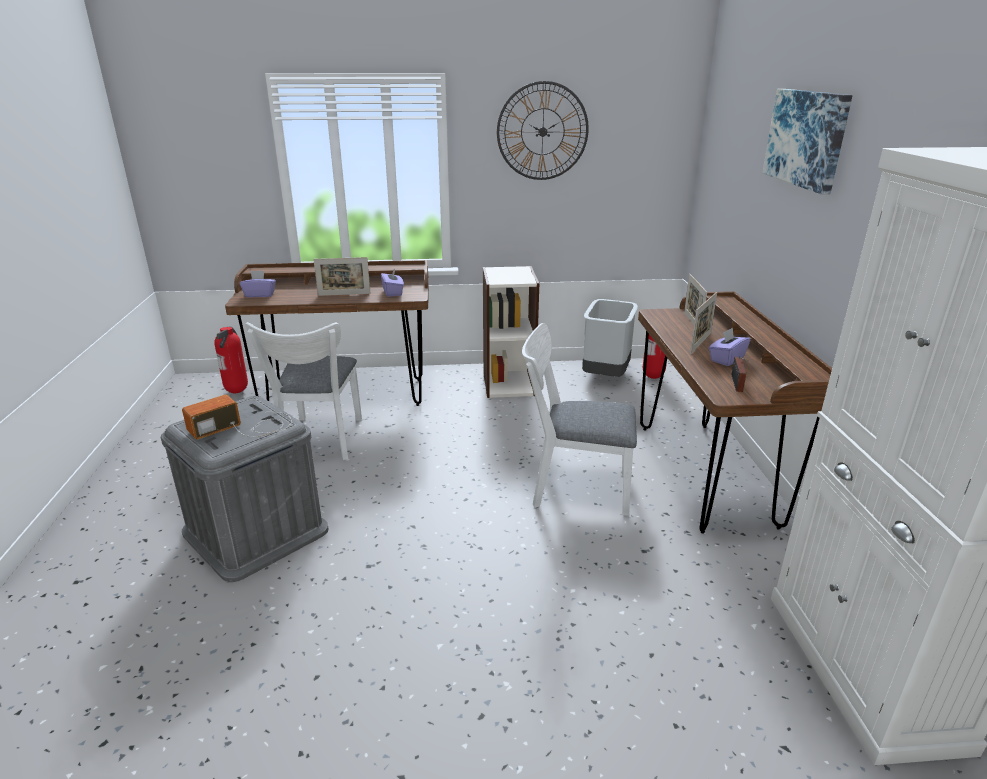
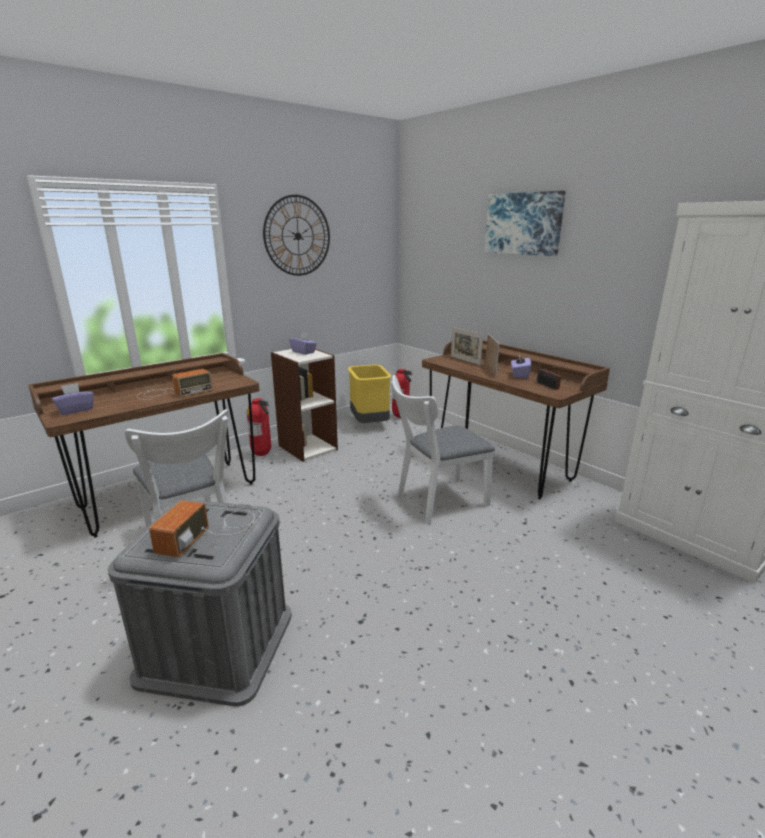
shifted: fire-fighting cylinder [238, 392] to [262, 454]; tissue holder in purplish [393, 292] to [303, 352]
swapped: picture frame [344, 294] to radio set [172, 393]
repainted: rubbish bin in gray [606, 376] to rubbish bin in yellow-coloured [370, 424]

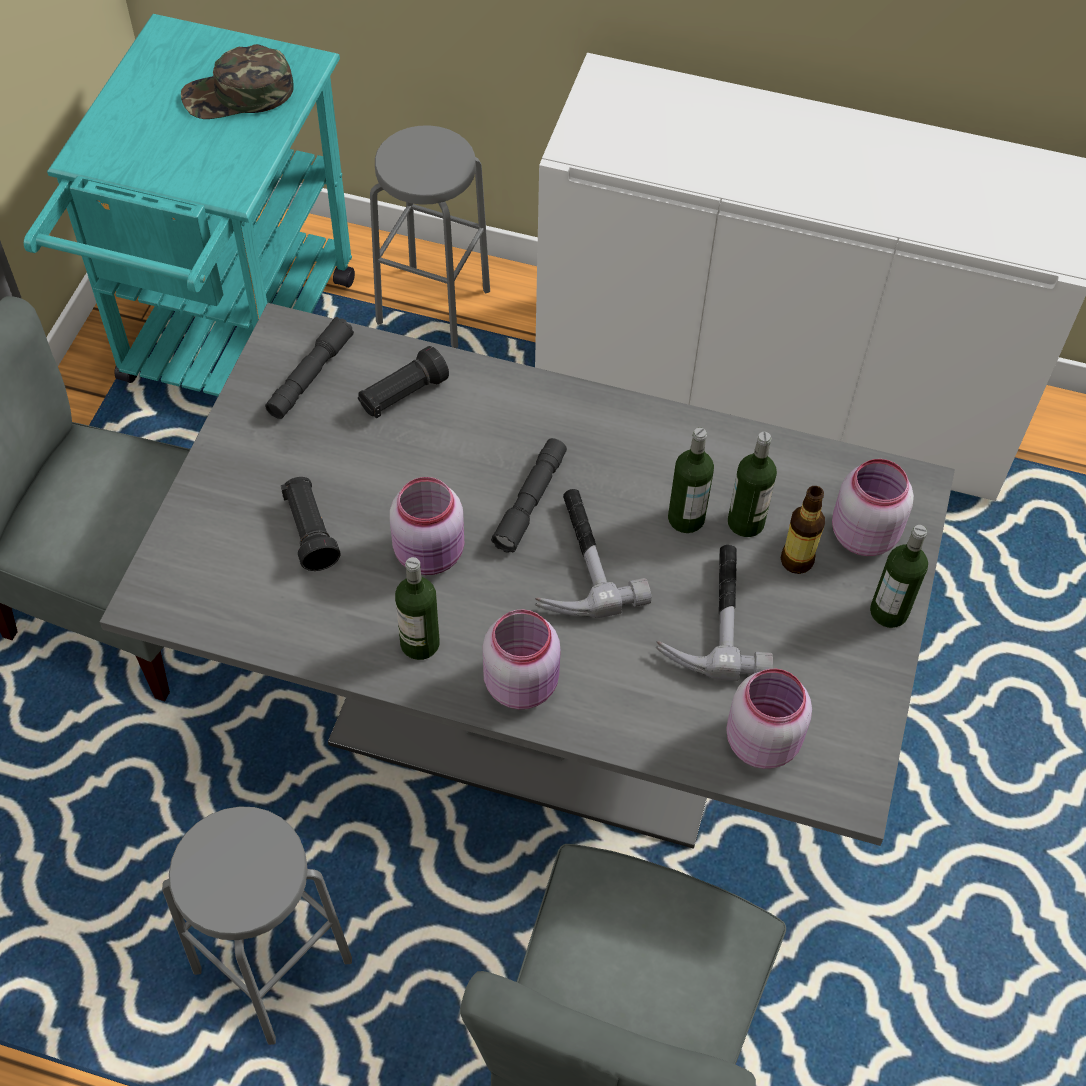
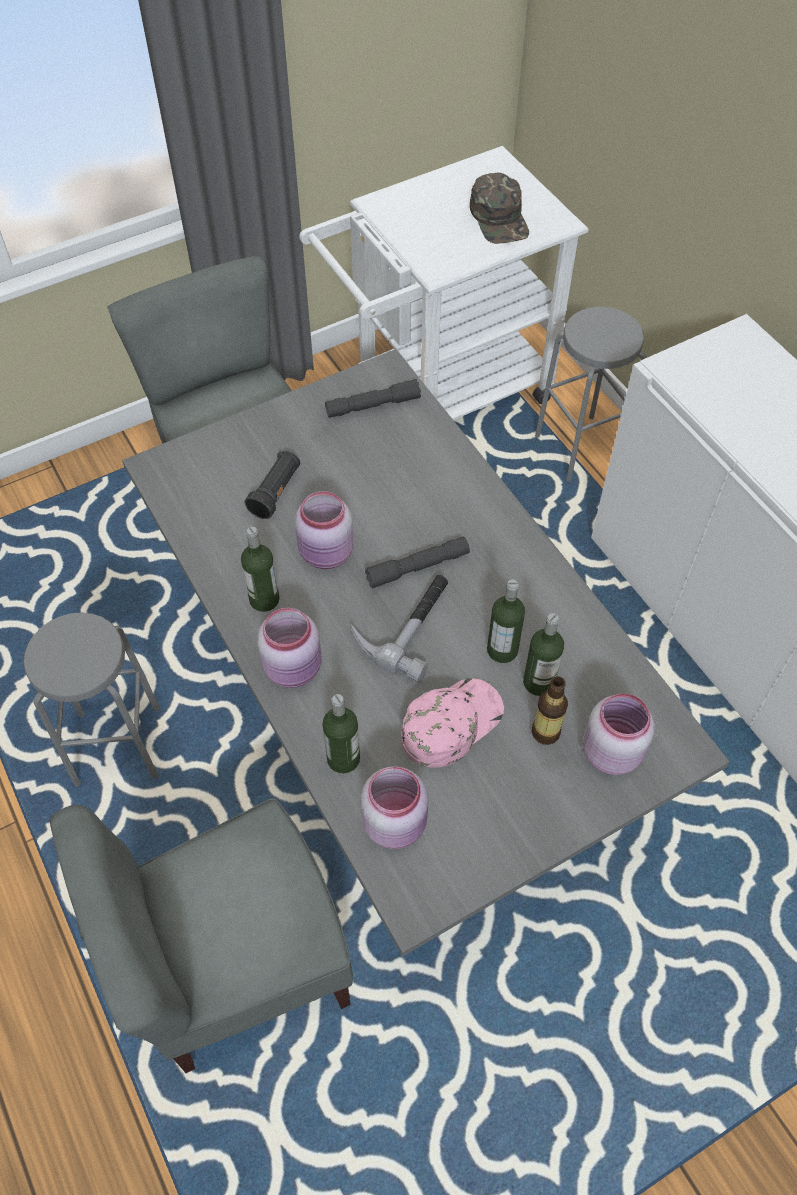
gone: flashlight in blackish [402, 395]
shifted: beverage bottle [889, 612] to [343, 759]
swapped: hammer [713, 617] to peaked cap in pink [450, 723]
repainted: trolley in blue-green [230, 346] to trolley in whitish [439, 394]
rotated: peaked cap in green-coloured [238, 95] = [500, 218] 135 degrees counterclockwise

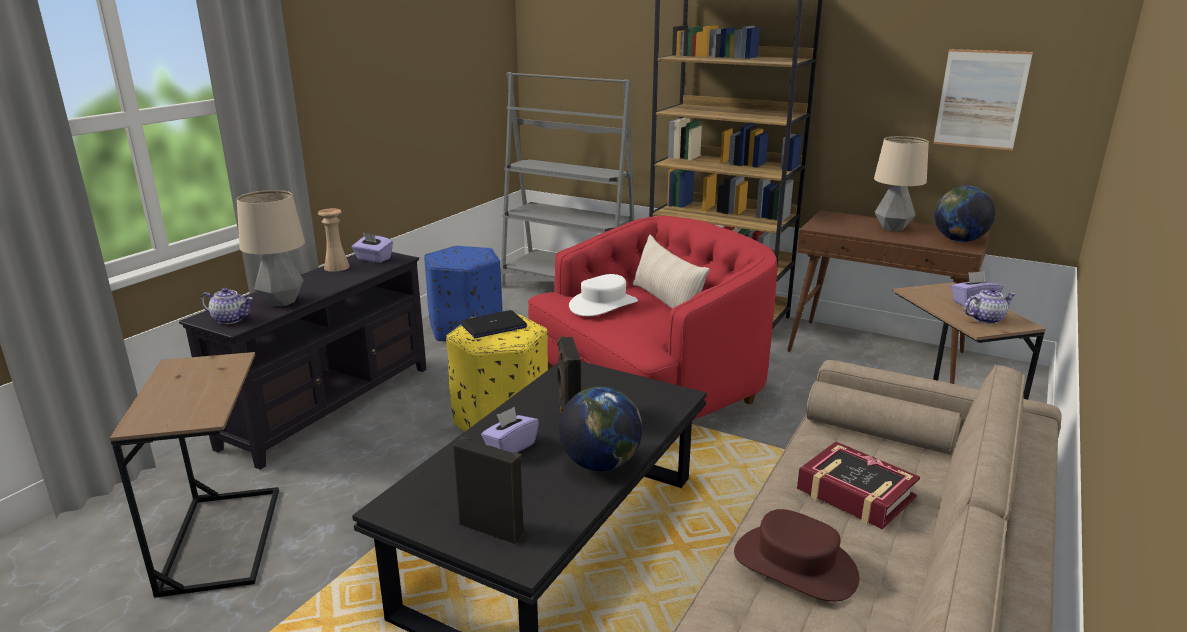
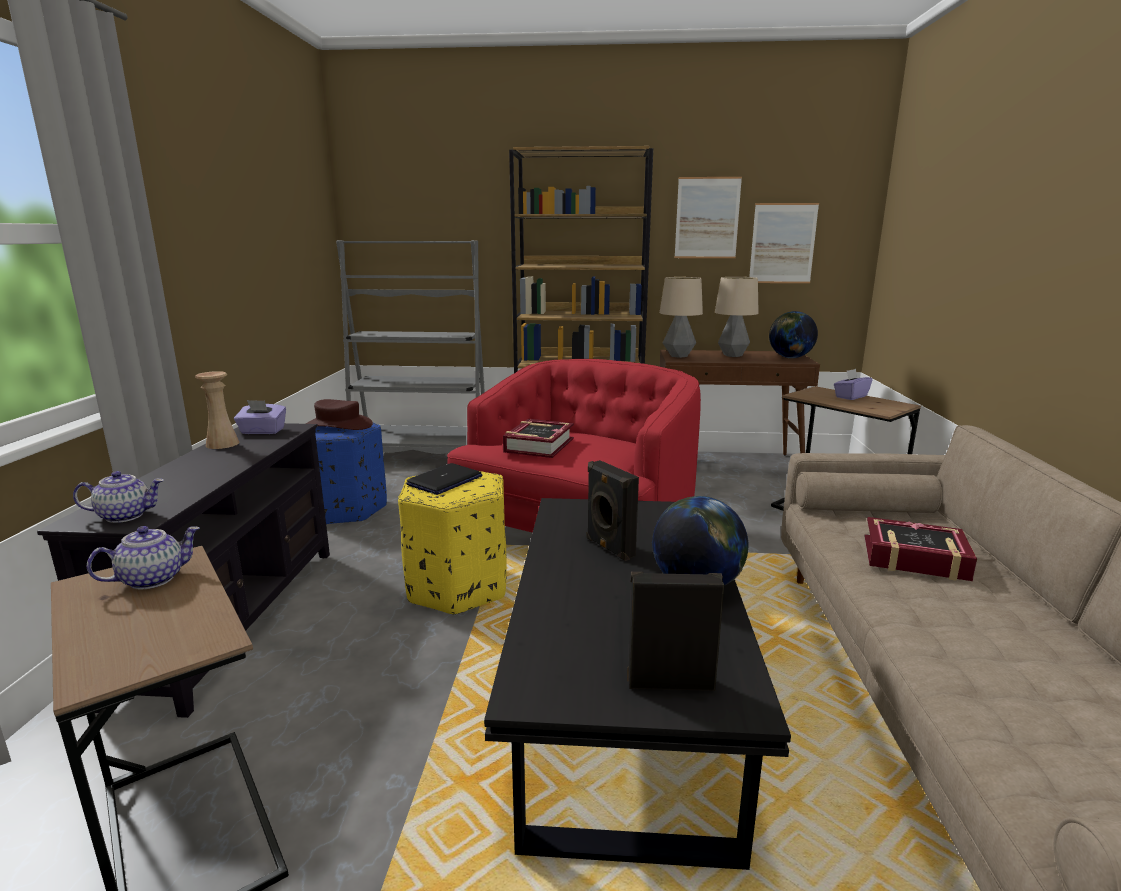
gone: tissue holder in purplish [510, 447]; cushion in sand-coloured [666, 302]
new: wall picture [707, 218]
shifted: pot for tea [985, 319] to [153, 579]; hat in brown [795, 565] to [338, 425]; table lamp [282, 302] to [678, 356]
swapped: hat in whitish [603, 305] to volume [538, 445]

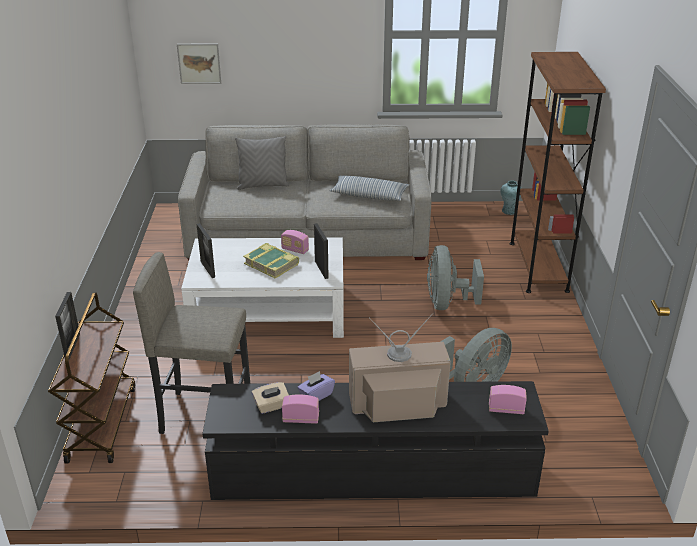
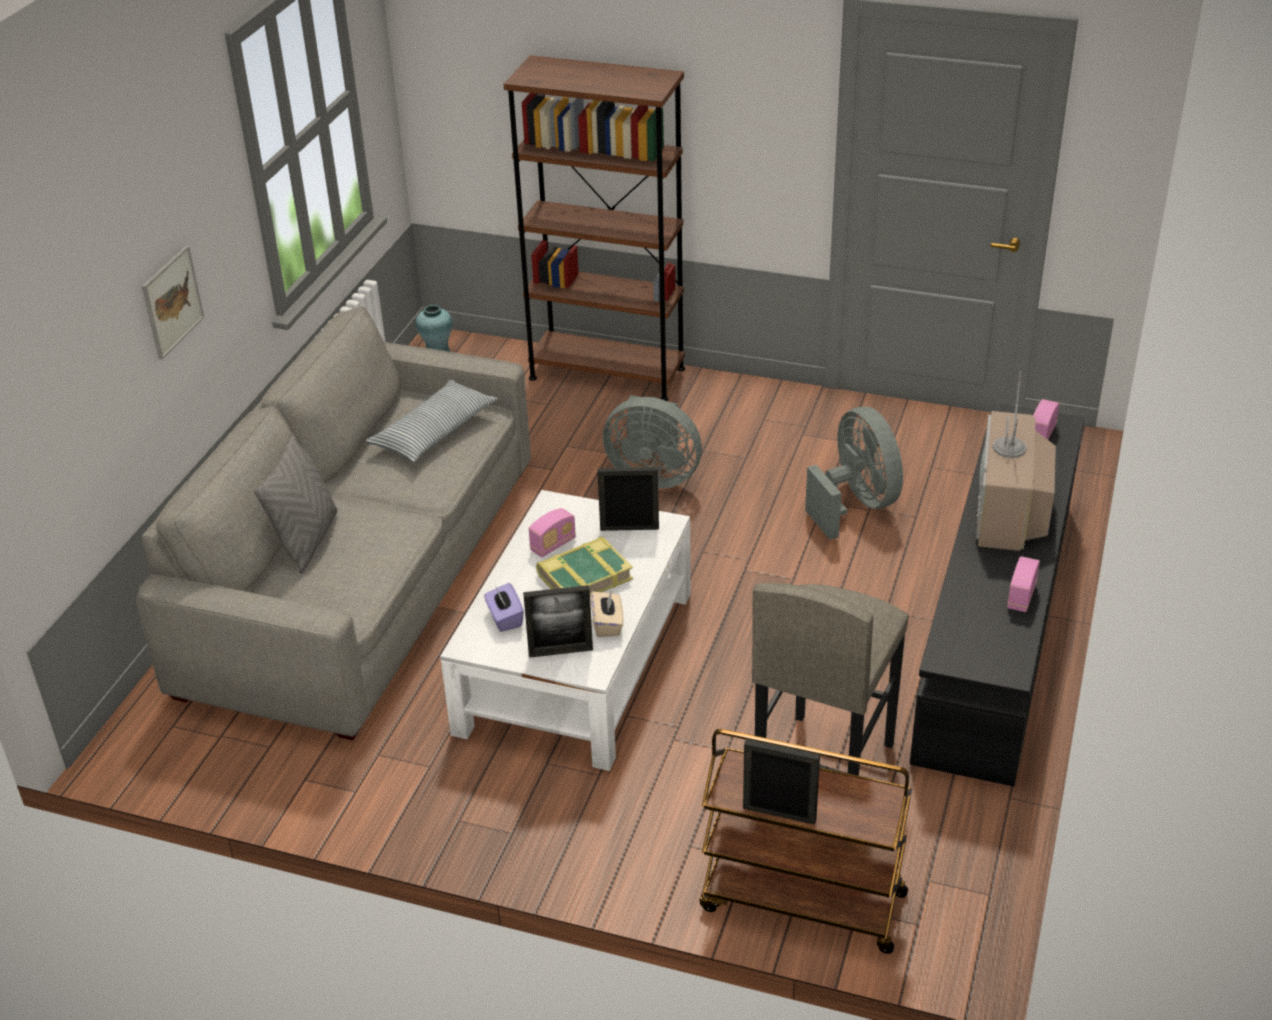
shifted: wall picture [199, 63] to [172, 302]; tissue holder in purplish [316, 395] to [505, 618]; tissue holder in sand-coloured [271, 406] to [607, 624]

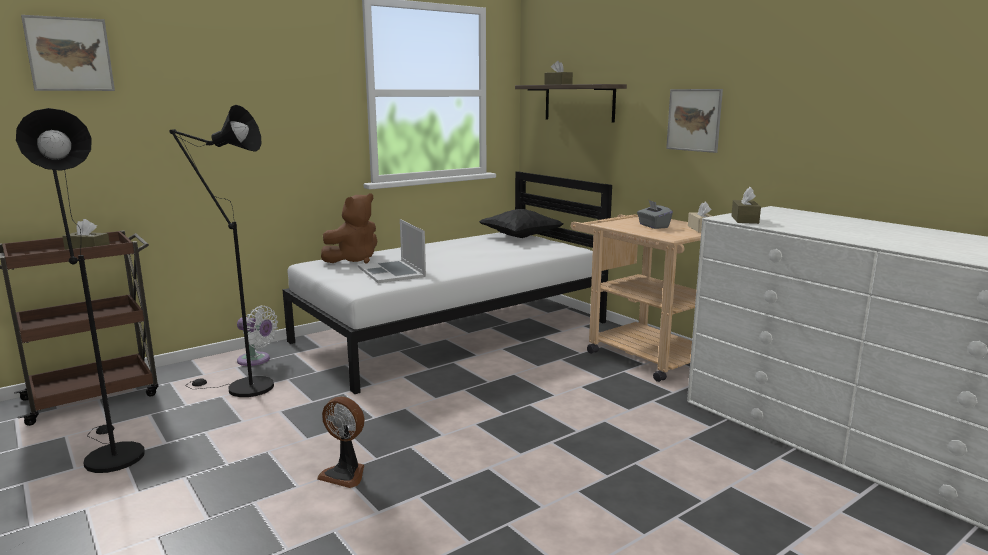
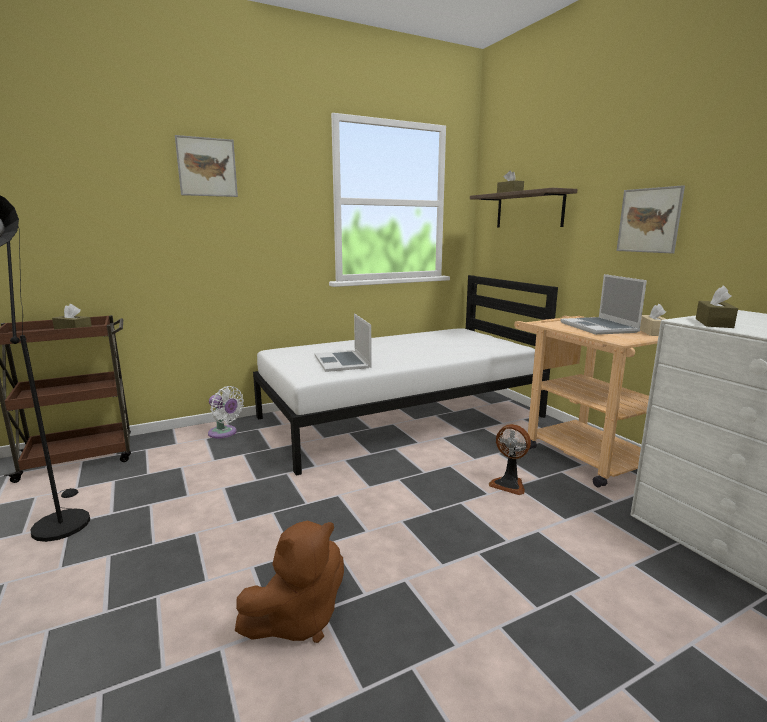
gone: standard lamp in blackish [242, 388]; cushion in blackish [520, 237]
shifted: wall picture [69, 54] to [207, 167]; plush toy in brown [353, 260] to [298, 620]; electric fan [345, 474] to [509, 484]
swapped: tissue holder in gray [653, 226] to laptop [599, 327]

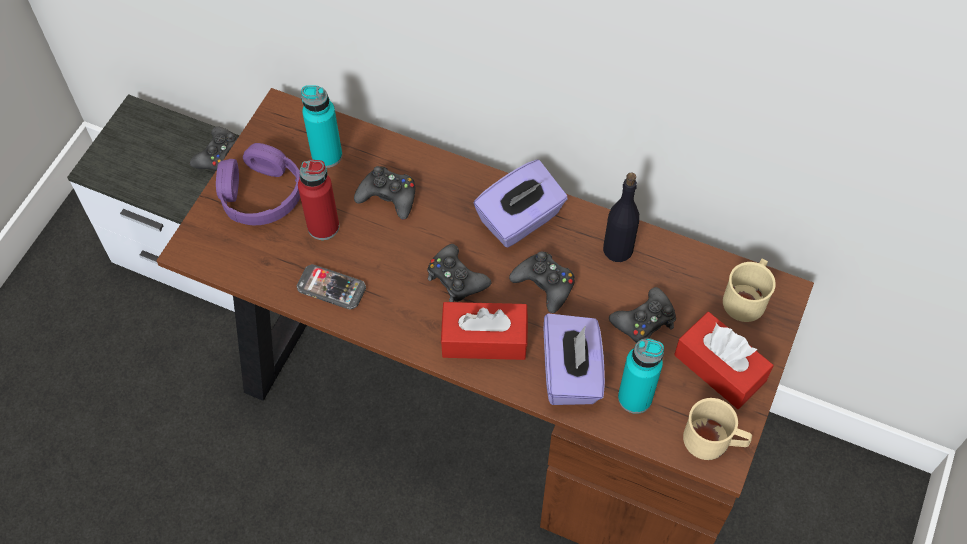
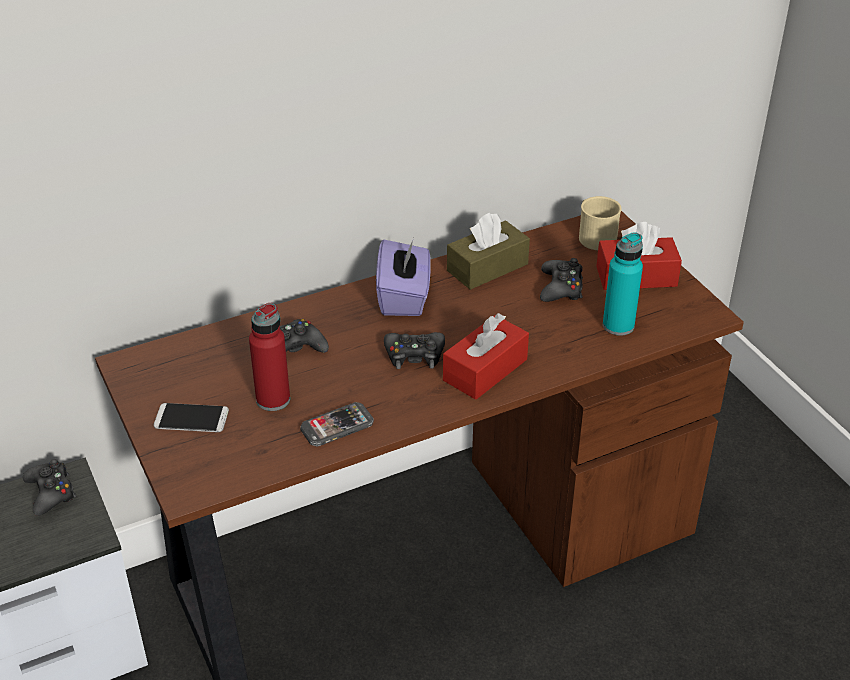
gone: beverage bottle in blue-green [327, 155]; gamepad in blackish [544, 284]; tissue holder in purplish [571, 373]; mug in sand-coloured [714, 441]
swapped: headset in purplish [260, 194] to telephone [191, 418]; beverage bottle in blackish [618, 249] to tissue holder in brown [487, 267]

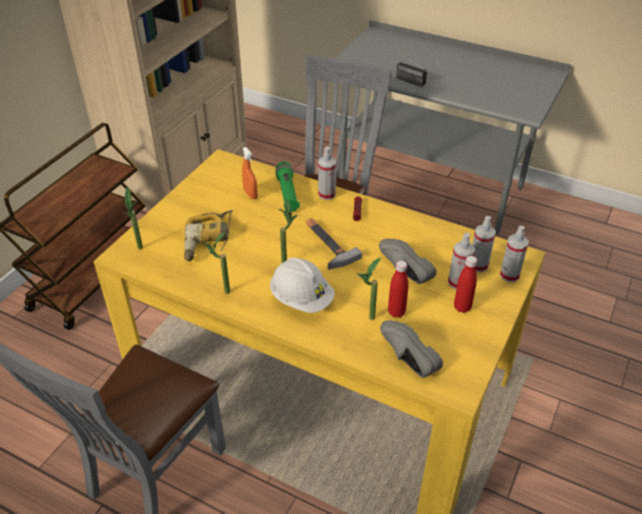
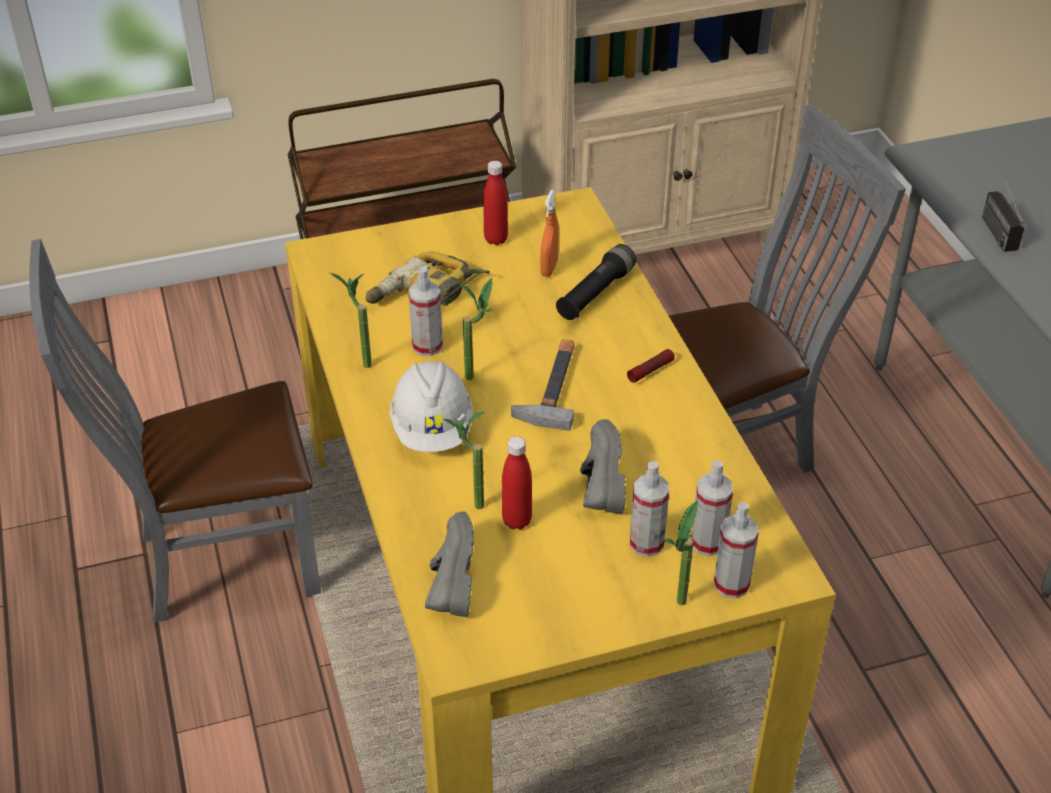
shifted: hand sprayer [327, 194] to [427, 346]; beverage bottle in red [462, 307] to [496, 239]; plant in a pot [141, 251] to [678, 609]
repainted: flashlight in green-coloured [287, 193] to flashlight in blackish [595, 293]

